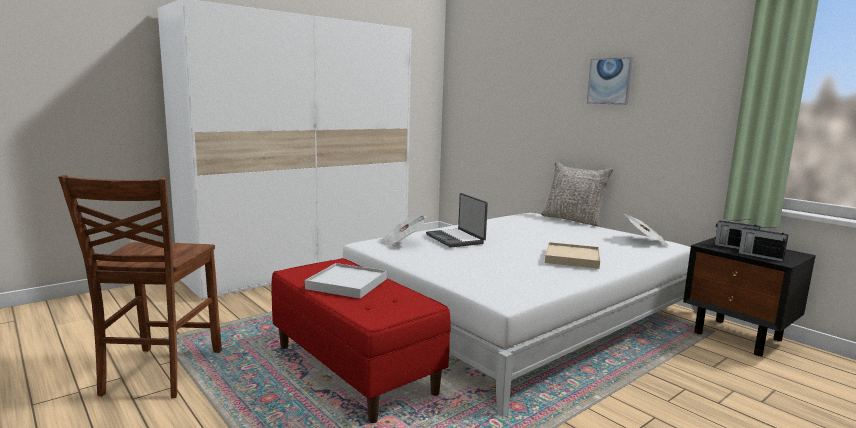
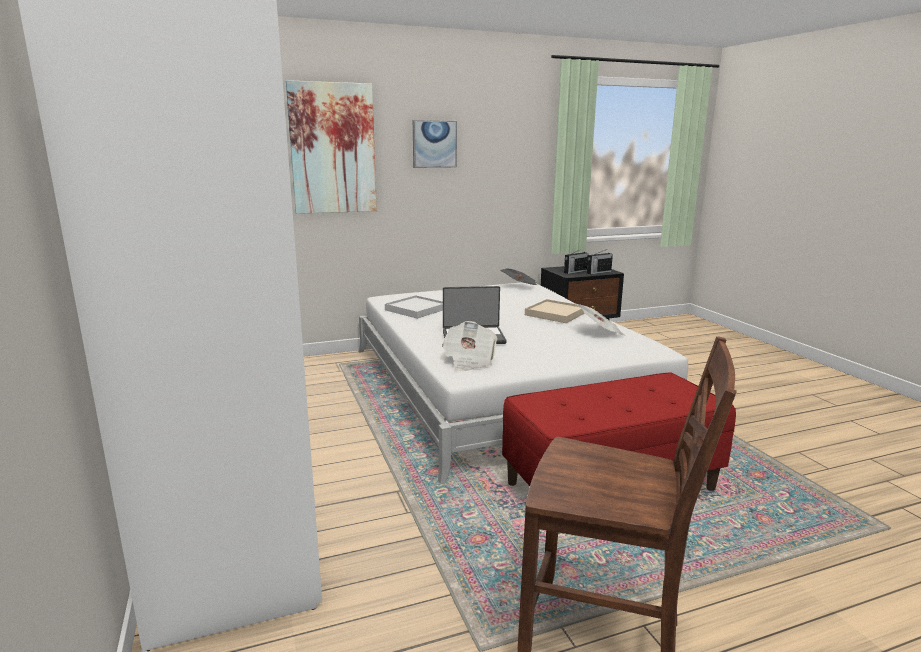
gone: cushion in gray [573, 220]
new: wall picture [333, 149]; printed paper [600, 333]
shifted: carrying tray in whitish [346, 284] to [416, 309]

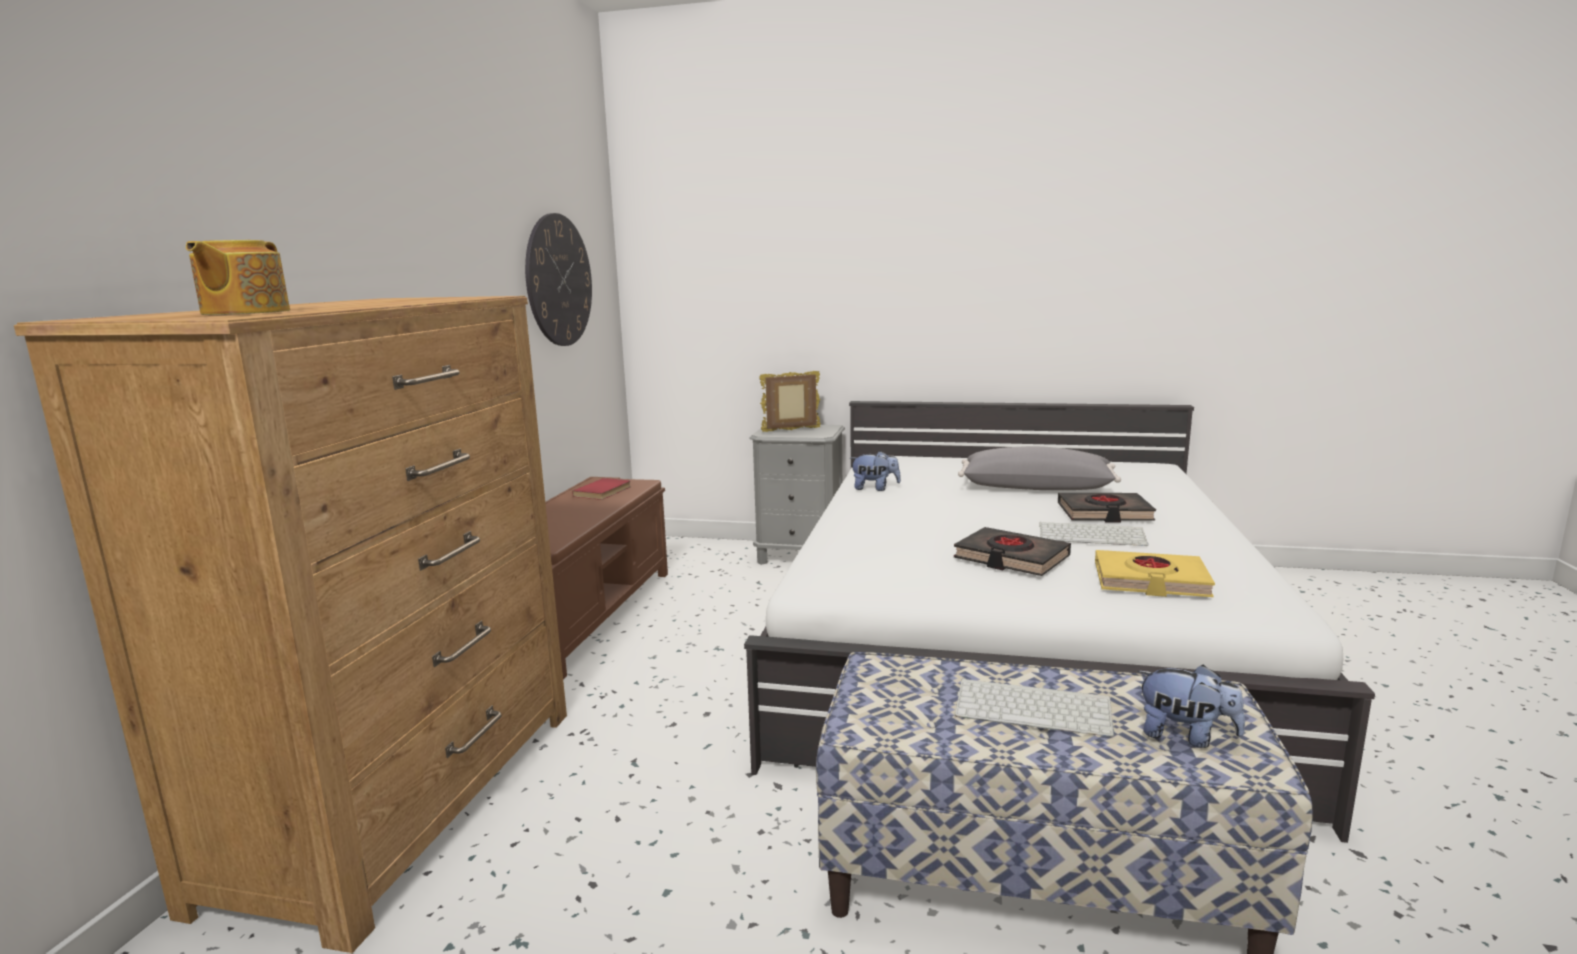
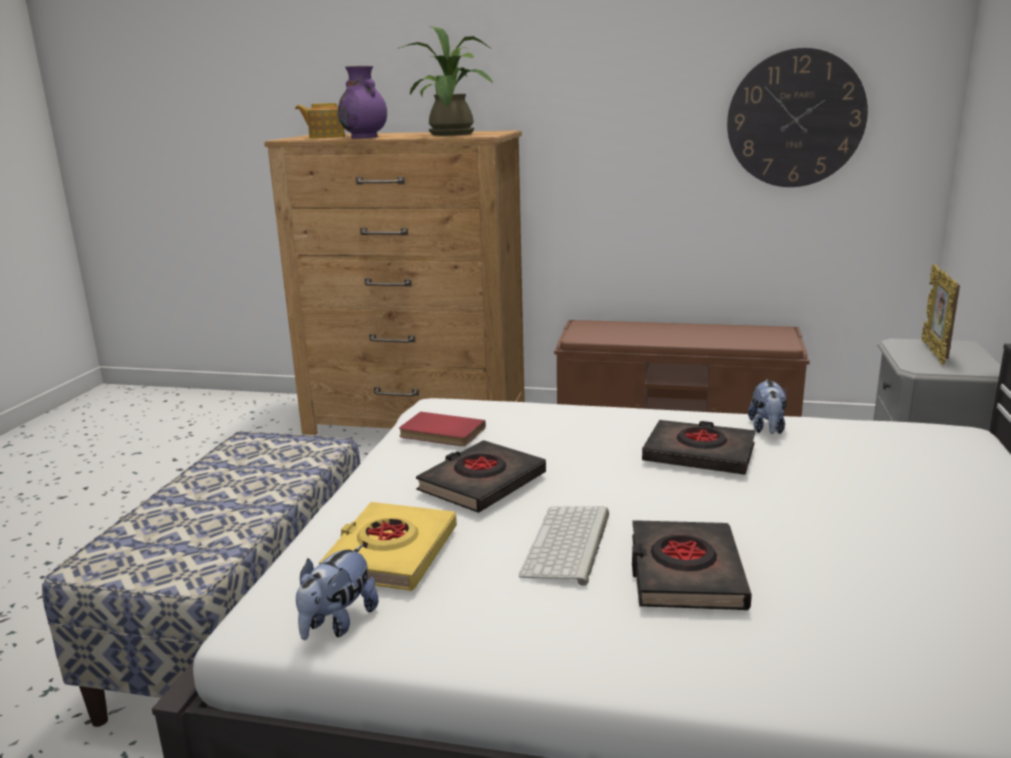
gone: computer keyboard [1035, 708]; cushion in gray [1036, 487]
new: flower vase in purplish [365, 137]; plant in a pot [452, 134]; volume in blackish [699, 454]
shifted: plush toy [1186, 736] to [337, 623]; volume in red [604, 491] to [441, 433]
rotated: picture frame [791, 430] = [934, 353] 150 degrees counterclockwise

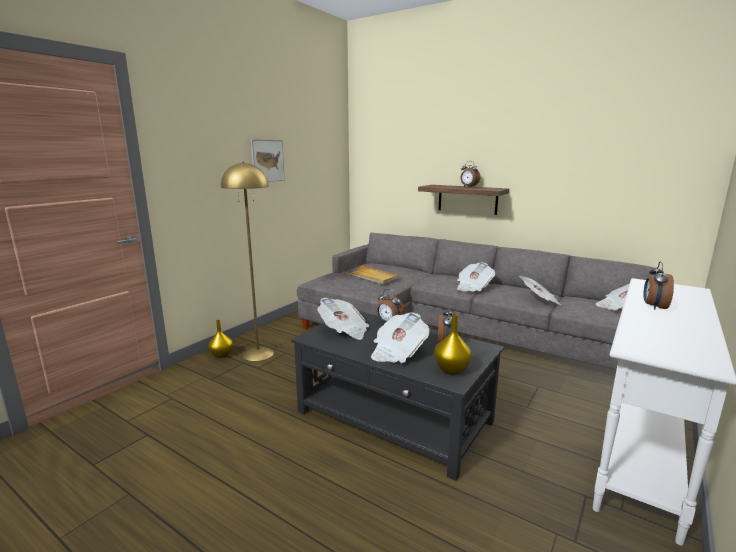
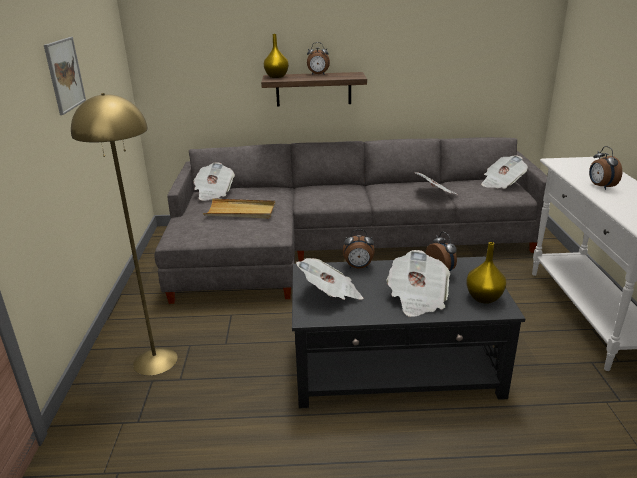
shifted: printed paper [473, 287] to [214, 192]; flower vase in yellow-coloured [221, 355] to [276, 77]

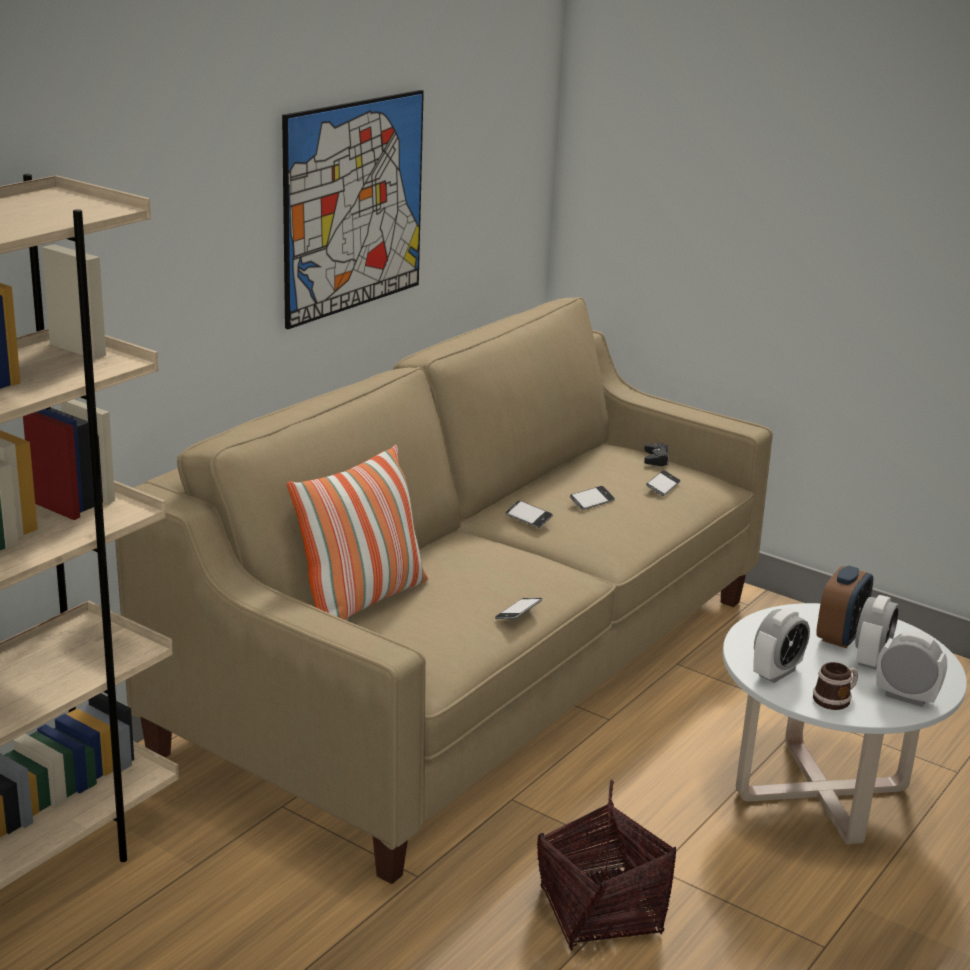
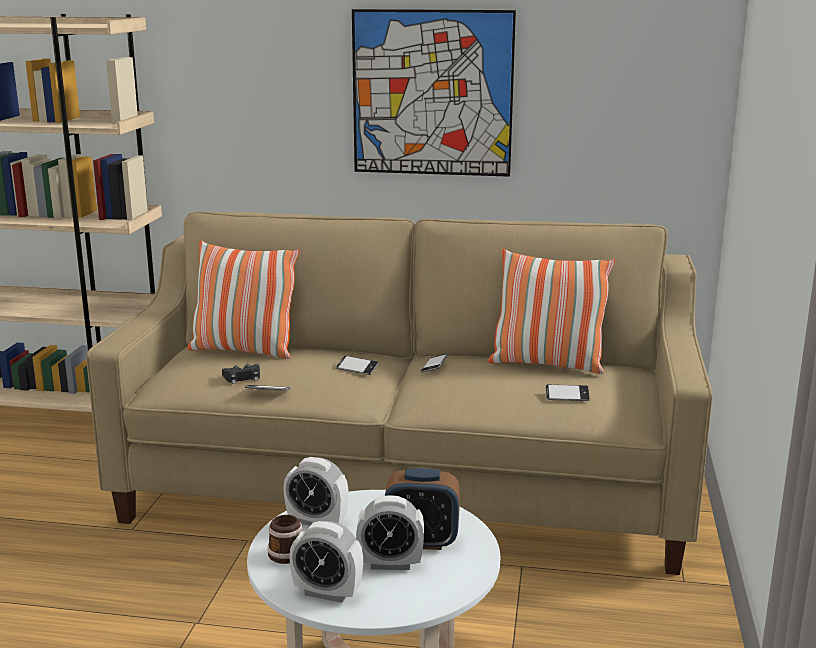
gone: storage basket [600, 911]
new: cushion [547, 364]
shifted: gamepad in blackish [656, 459] to [242, 377]; telephone [591, 501] to [357, 369]
rotated: bedside clock [906, 697] = [327, 593] 105 degrees clockwise

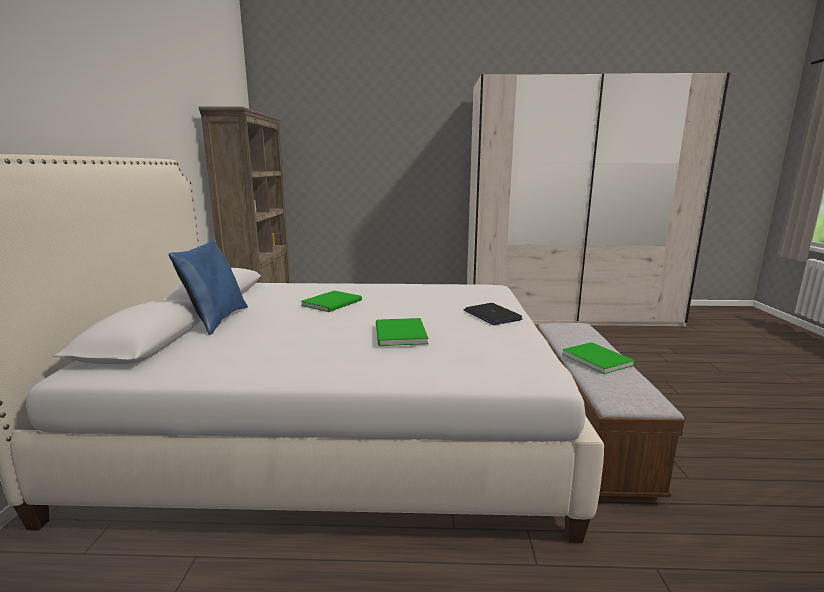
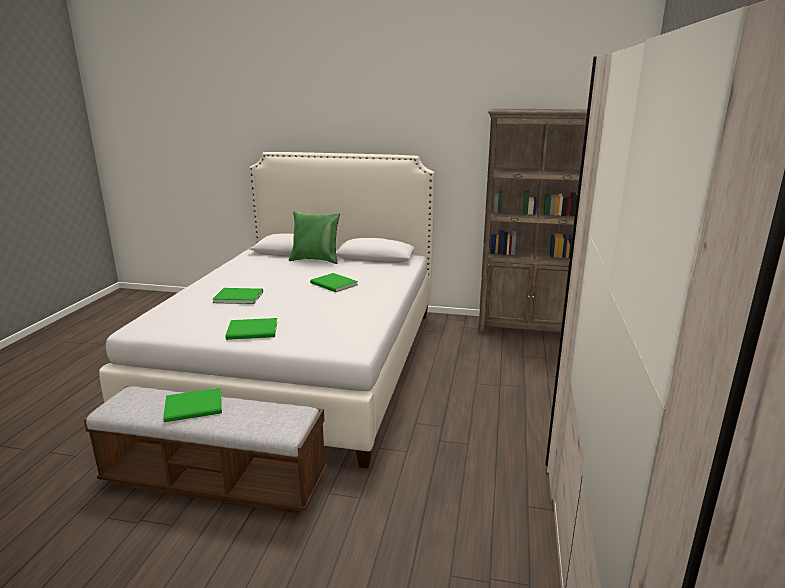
swapped: laptop [492, 315] to volume in green-coloured [254, 331]
repainted: cushion in bluish [216, 320] to cushion in green-coloured [316, 260]

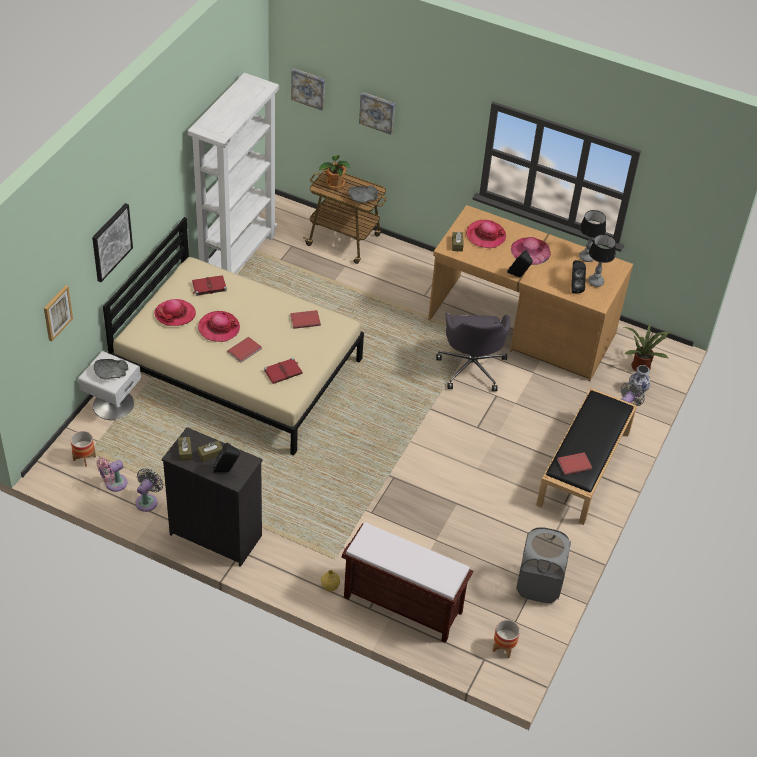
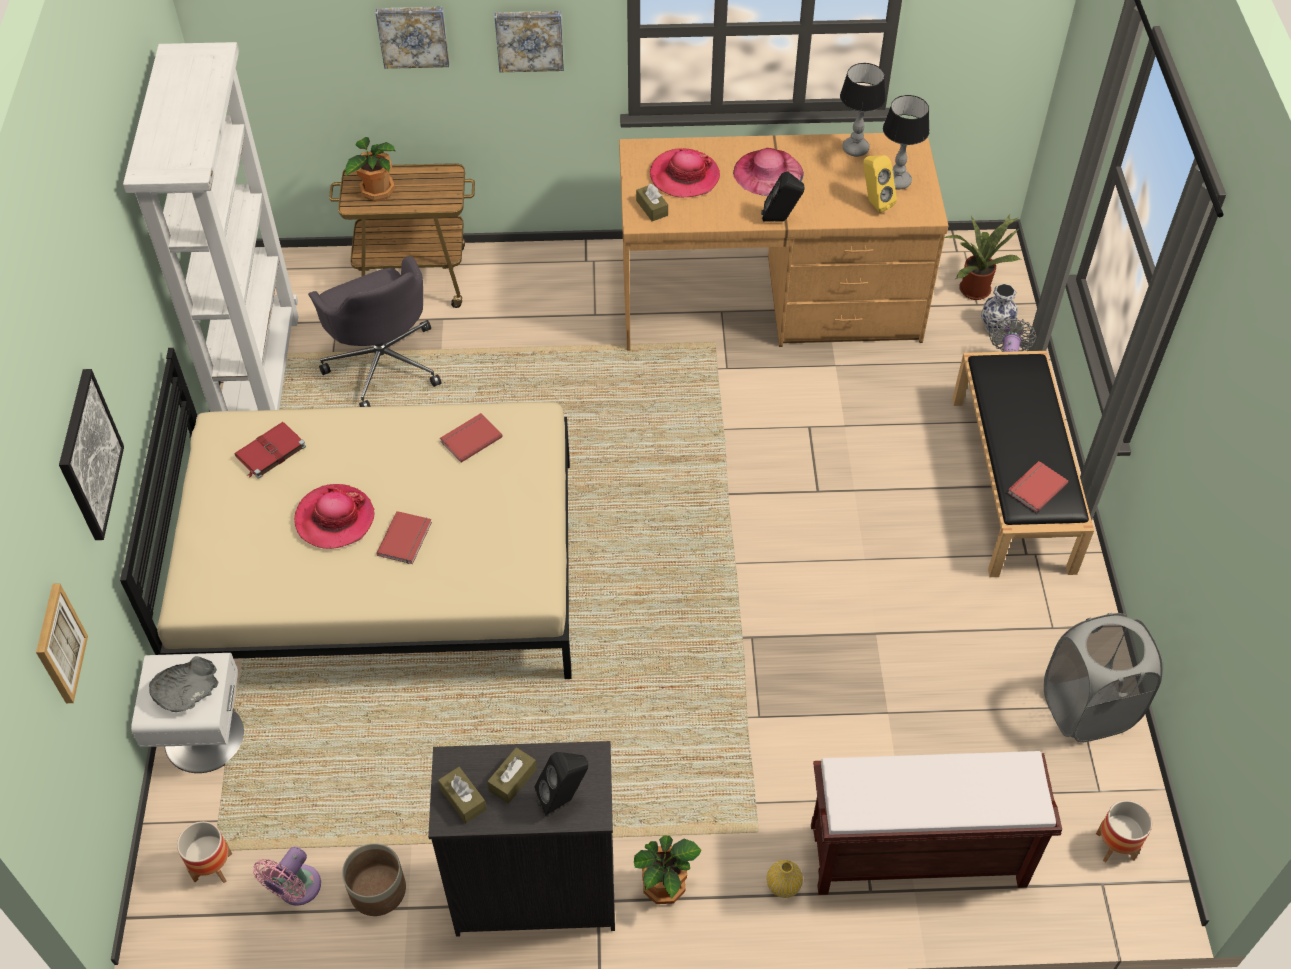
gone: hat [175, 314]; volume in red [283, 372]; deep dish in gray [362, 198]
new: plant in a pot [665, 886]
shifted: office chair in gray [471, 367] to [384, 363]; wall picture [308, 88] to [529, 39]
swapped: electric fan in gray [148, 501] to flower pot [377, 890]
repainted: speaker in blackish [574, 287] to speaker in yellow-coloured [874, 203]

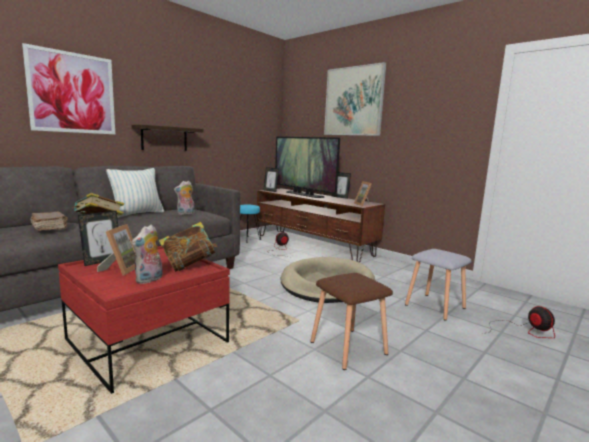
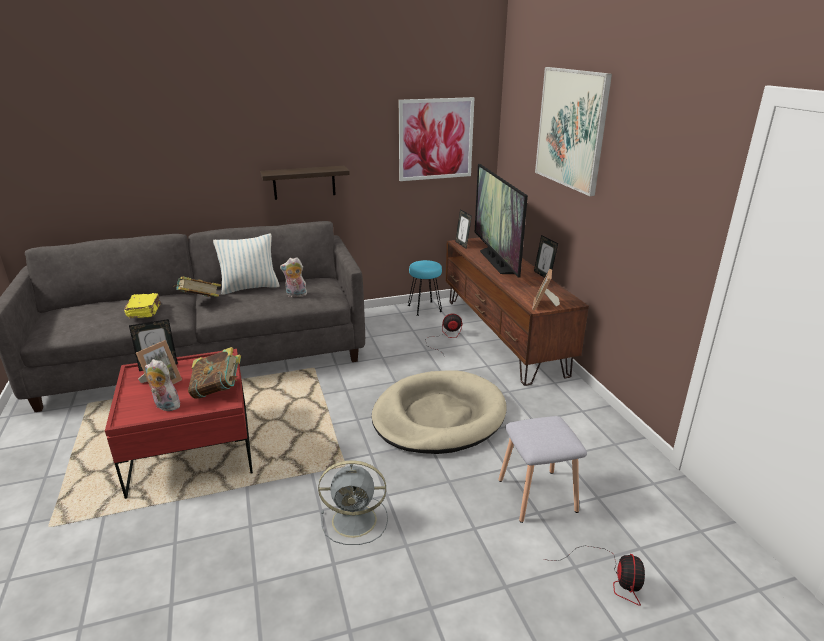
shifted: wall picture [72, 93] to [436, 139]
swapped: stool seat in brown [348, 347] to electric fan in gray [356, 520]
repainted: volume in brown [50, 228] to volume in yellow-coloured [145, 312]
rotated: plush toy [149, 280] = [165, 406] 60 degrees clockwise

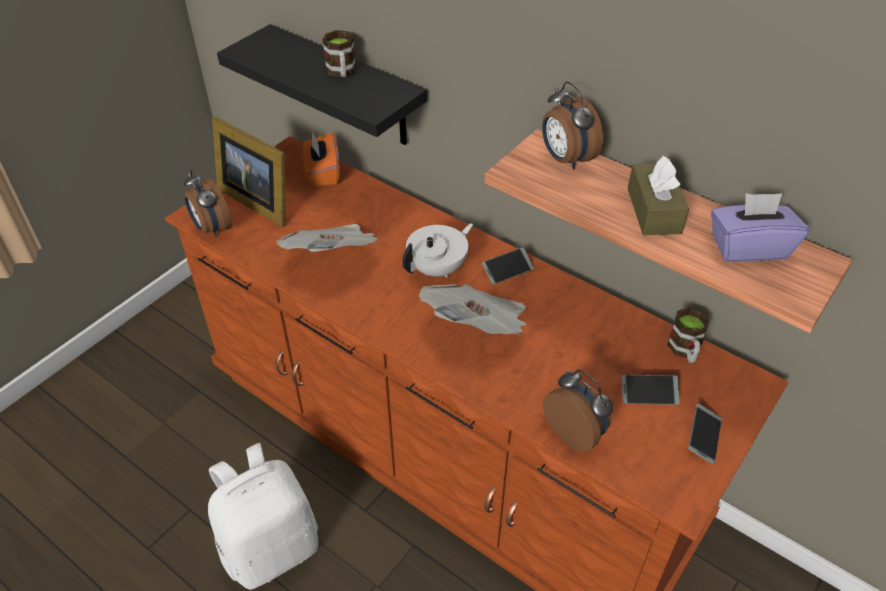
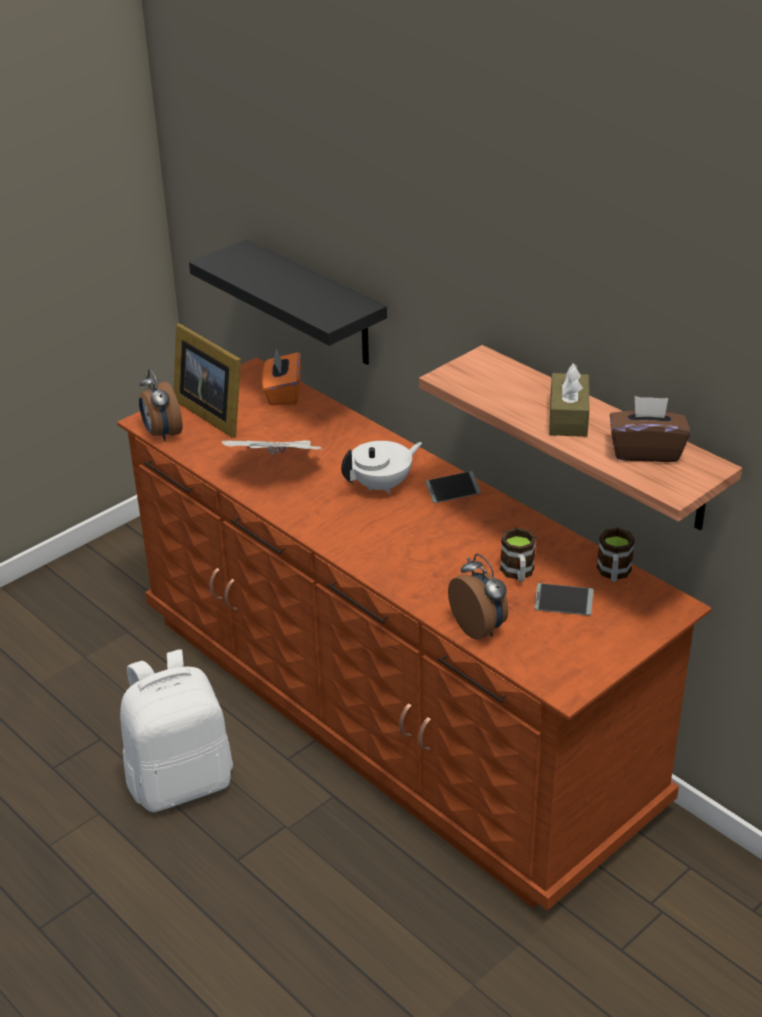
gone: printed paper [477, 327]; bedside clock [565, 159]; telephone [703, 437]
shifted: mug [342, 72] to [518, 573]
repainted: tissue holder in purplish [748, 247] to tissue holder in brown [646, 451]

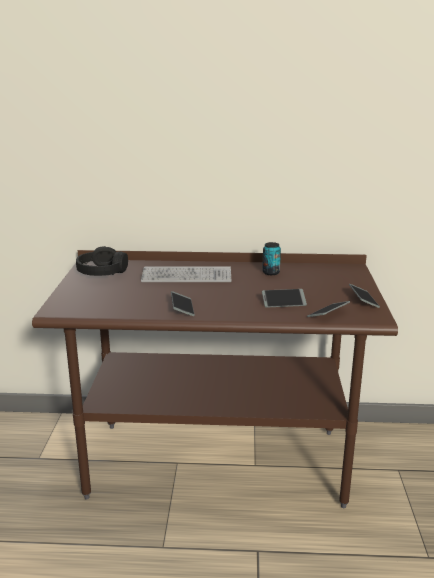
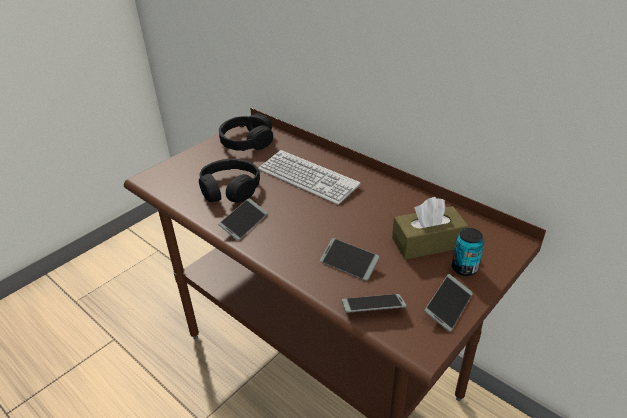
new: headset in blackish [230, 189]; tissue holder in brown [427, 243]
shifted: can [271, 272] to [464, 268]

